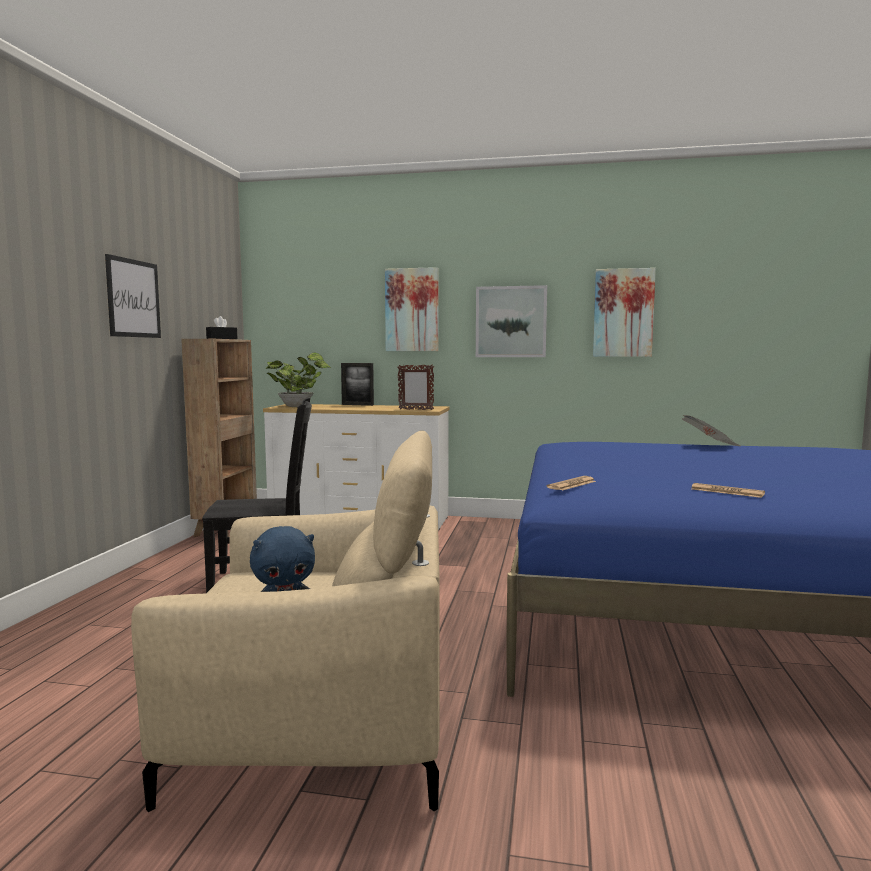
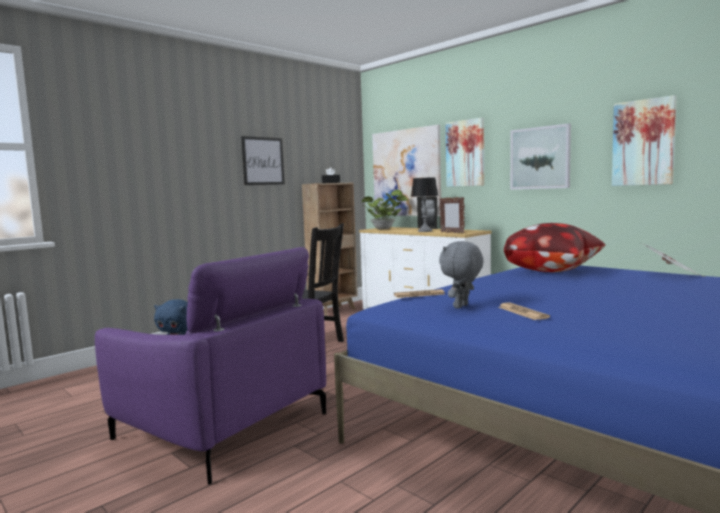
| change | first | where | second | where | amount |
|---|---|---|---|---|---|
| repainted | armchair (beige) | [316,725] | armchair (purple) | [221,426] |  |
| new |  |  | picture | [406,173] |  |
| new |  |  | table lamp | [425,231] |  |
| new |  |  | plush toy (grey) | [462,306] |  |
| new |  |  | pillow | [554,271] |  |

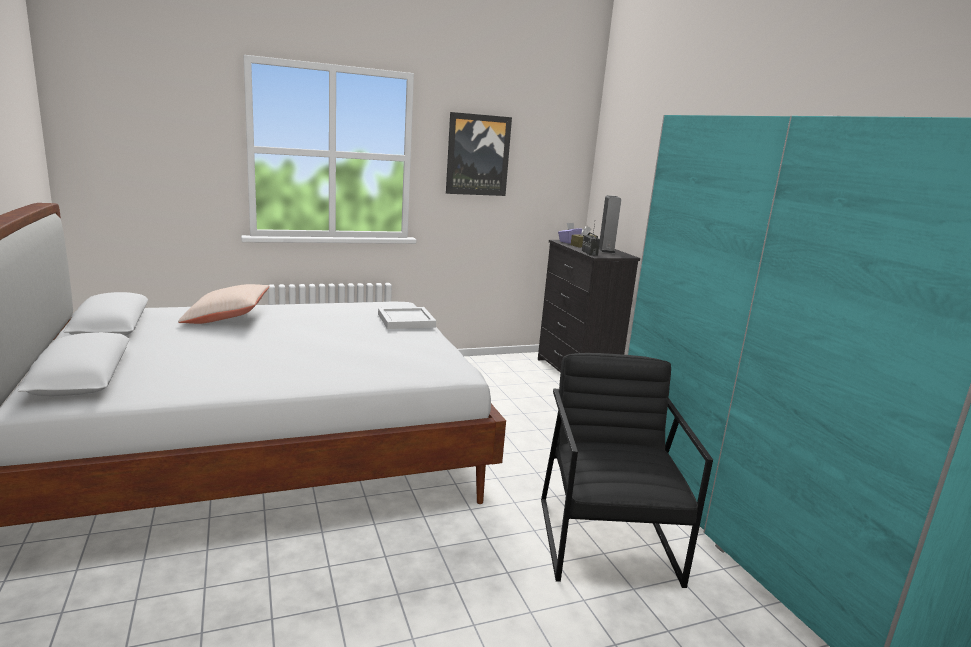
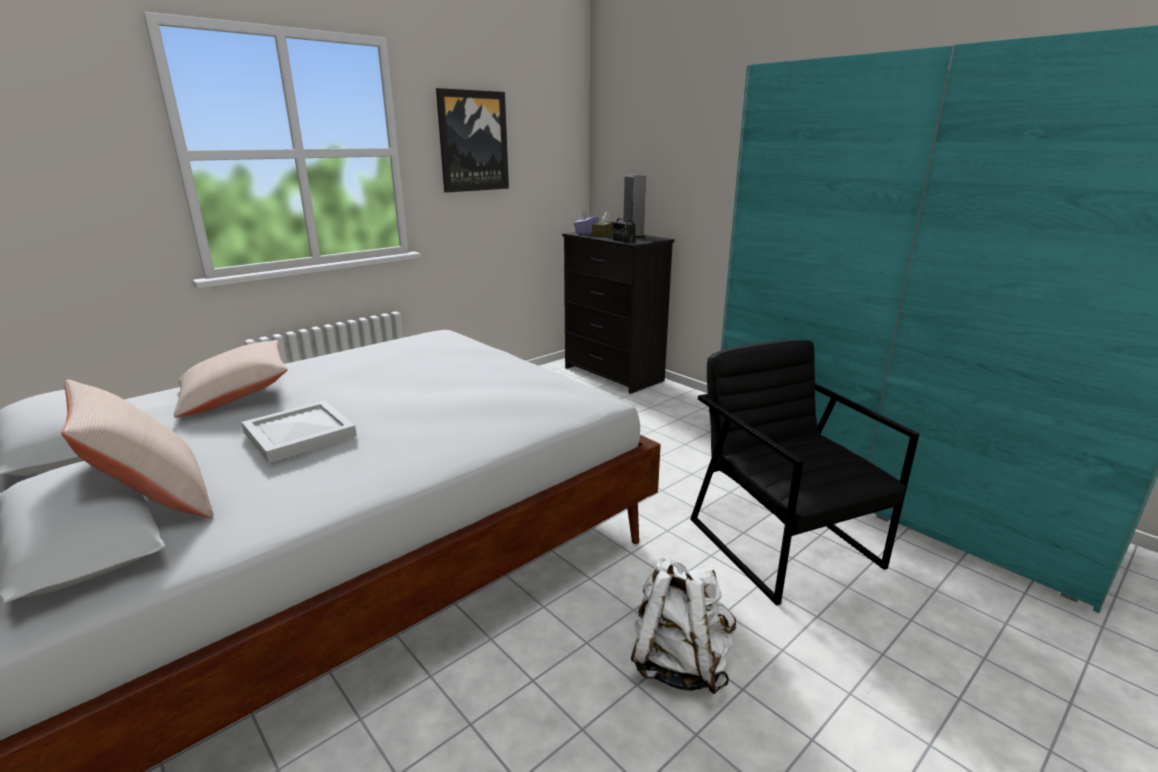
| change | first | where | second | where | amount |
|---|---|---|---|---|---|
| shifted | tray (white) | [405,320] |  | [298,434] |  |
| new |  |  | pillow (beige) | [154,500] |  |
| new |  |  | backpack (white) | [679,662] |  |

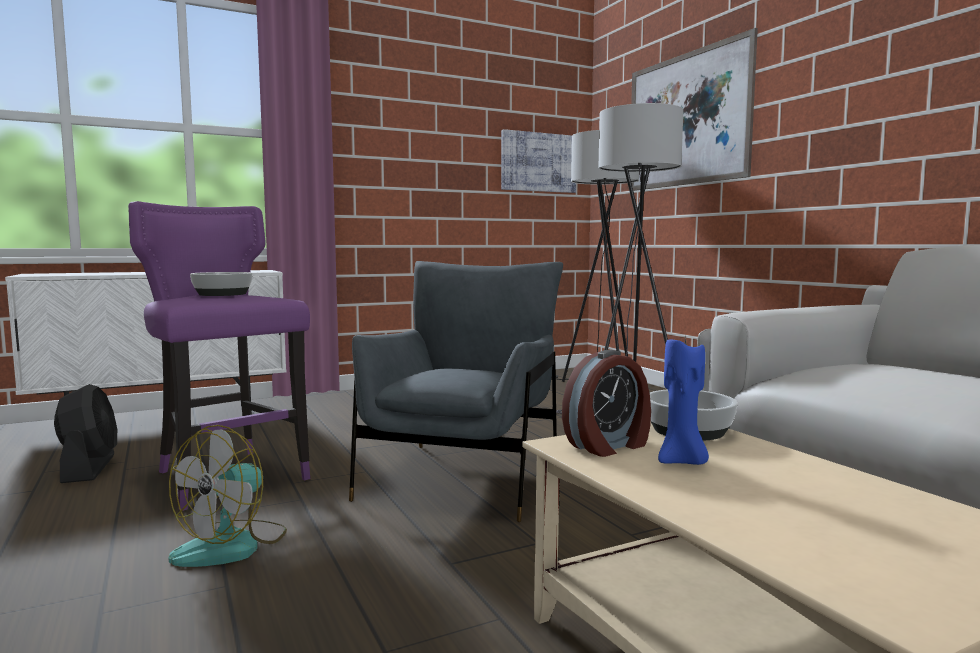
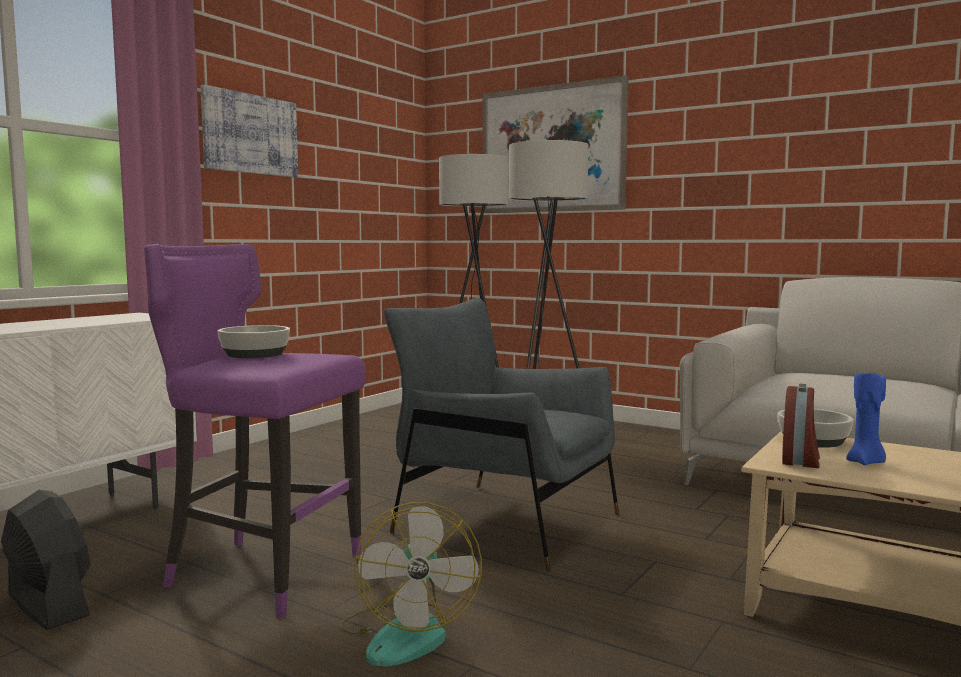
| change | first | where | second | where | amount |
|---|---|---|---|---|---|
| rotated | armchair (grey) | [463,478] |  | [505,522] | 45 degrees counterclockwise |
| shifted | picture | [538,162] |  | [250,134] |  |

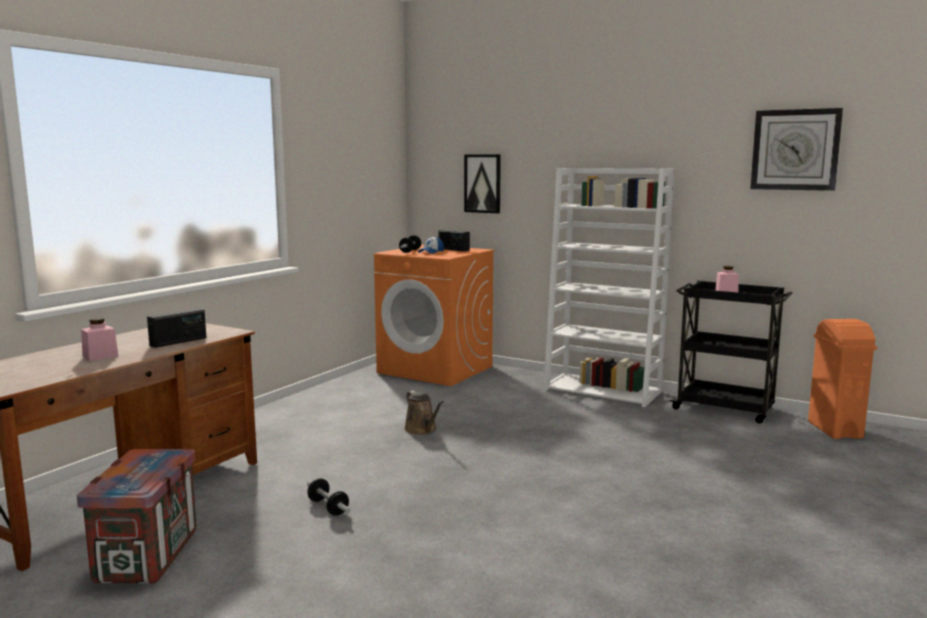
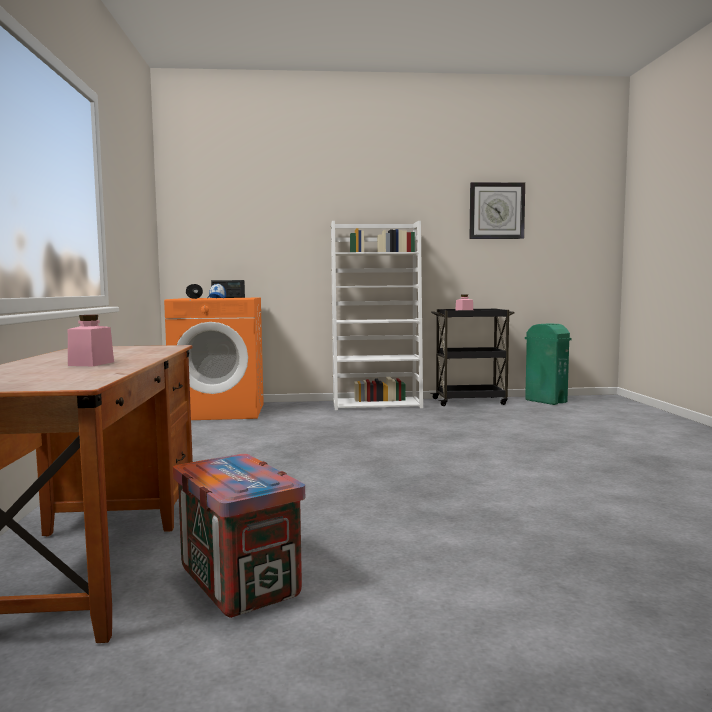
| change | first | where | second | where | amount |
|---|---|---|---|---|---|
| gone | radio | [178,342] |  |  |  |
| gone | dumbbell | [328,507] |  |  |  |
| gone | watering can (brown) | [422,430] |  |  |  |
| gone | picture | [483,183] |  |  |  |
| repainted | trash can (orange) | [834,429] | trash can (green) | [545,401] |  |

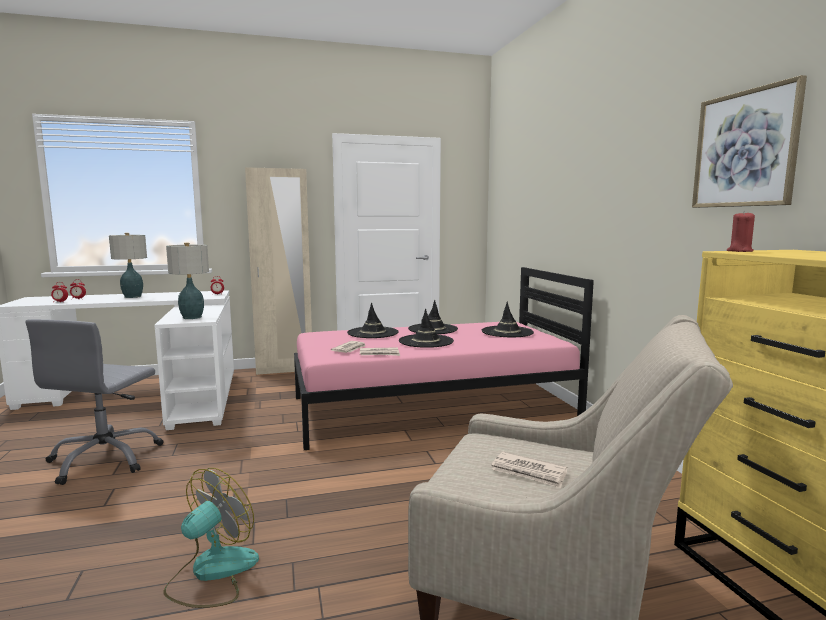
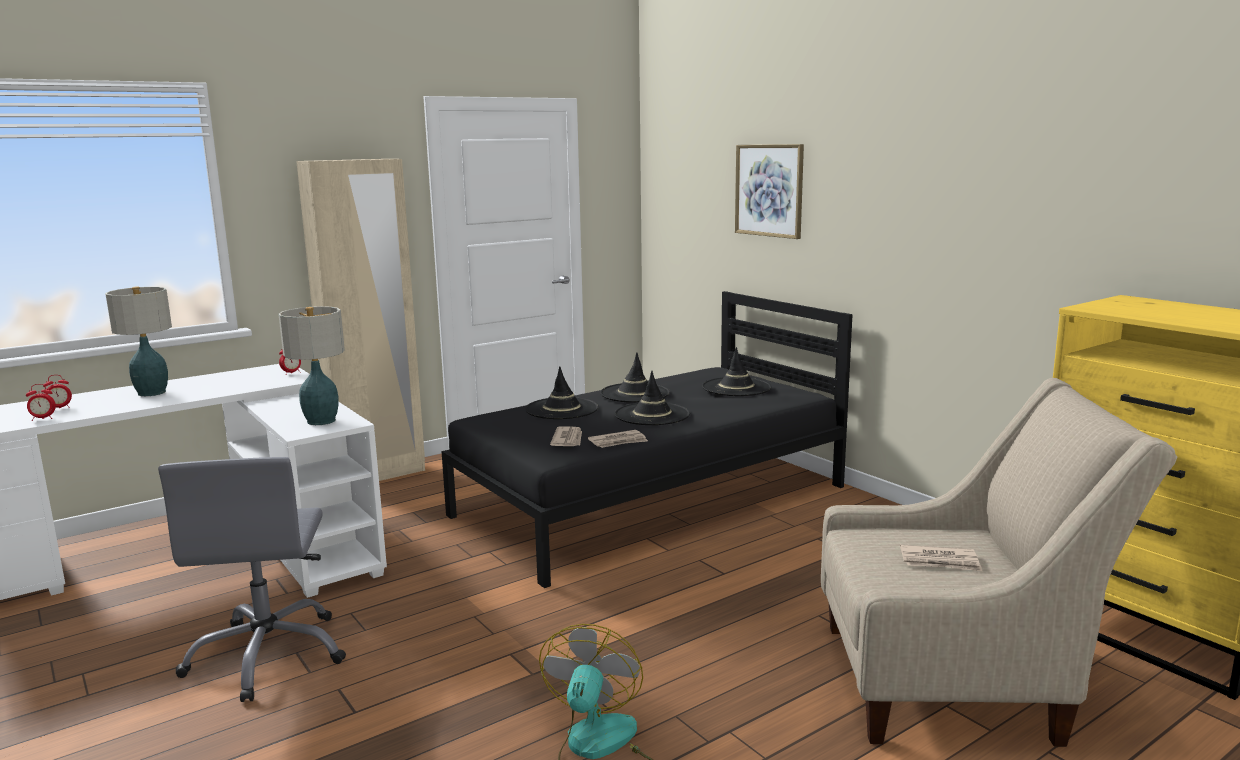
| change | first | where | second | where | amount |
|---|---|---|---|---|---|
| repainted | bed (pink) | [432,407] | bed (black) | [651,501] |  |
| shifted | picture | [745,149] |  | [769,190] |  |
| gone | candle (red) | [739,251] |  |  |  |

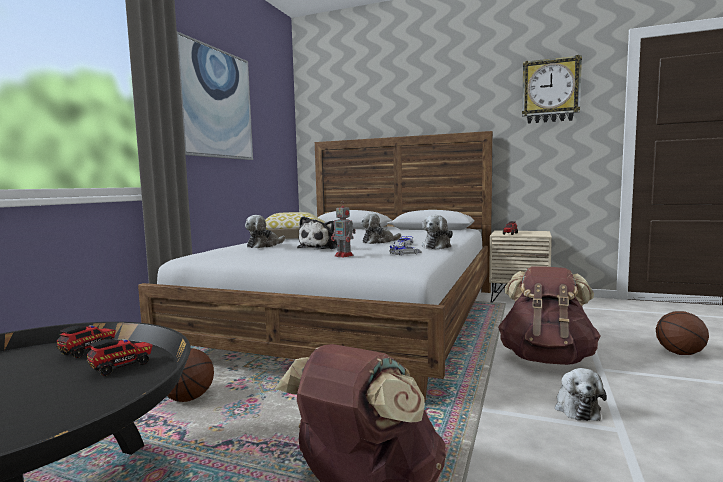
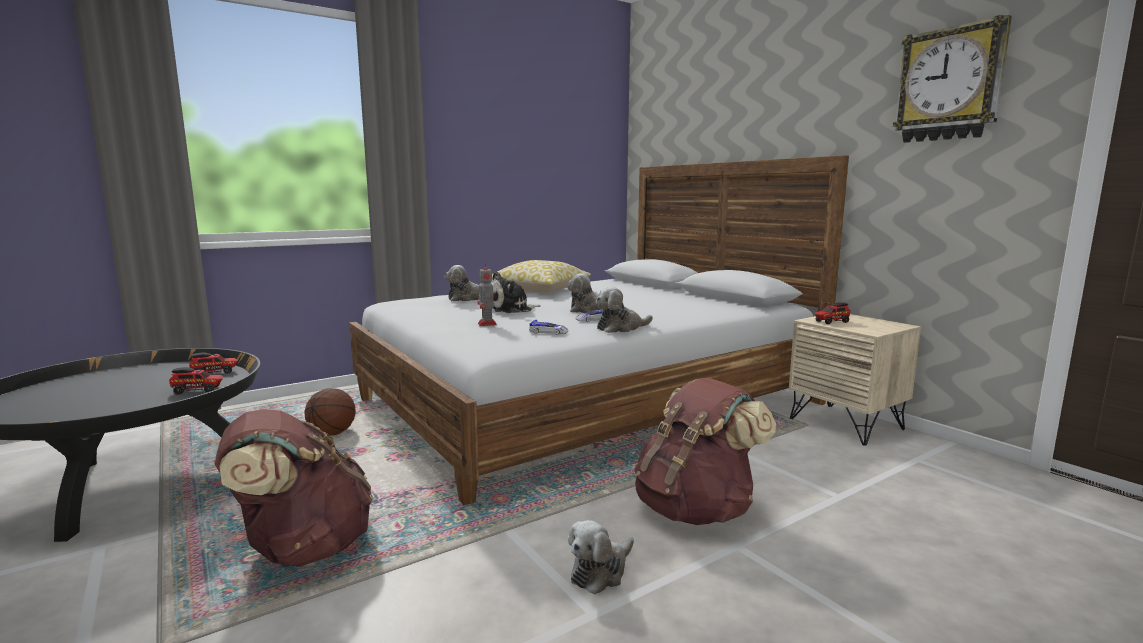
| change | first | where | second | where | amount |
|---|---|---|---|---|---|
| gone | picture | [215,103] |  |  |  |
| gone | basketball | [680,353] |  |  |  |

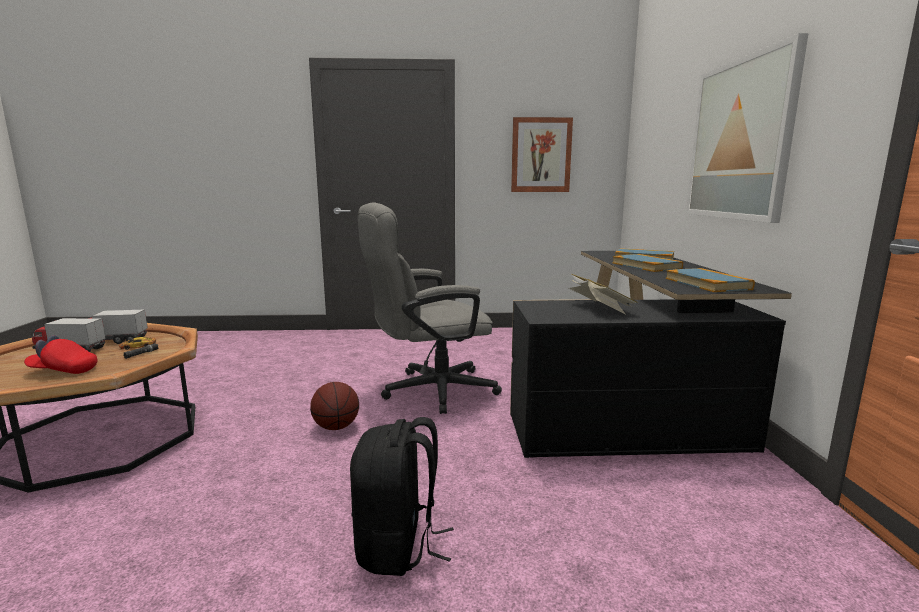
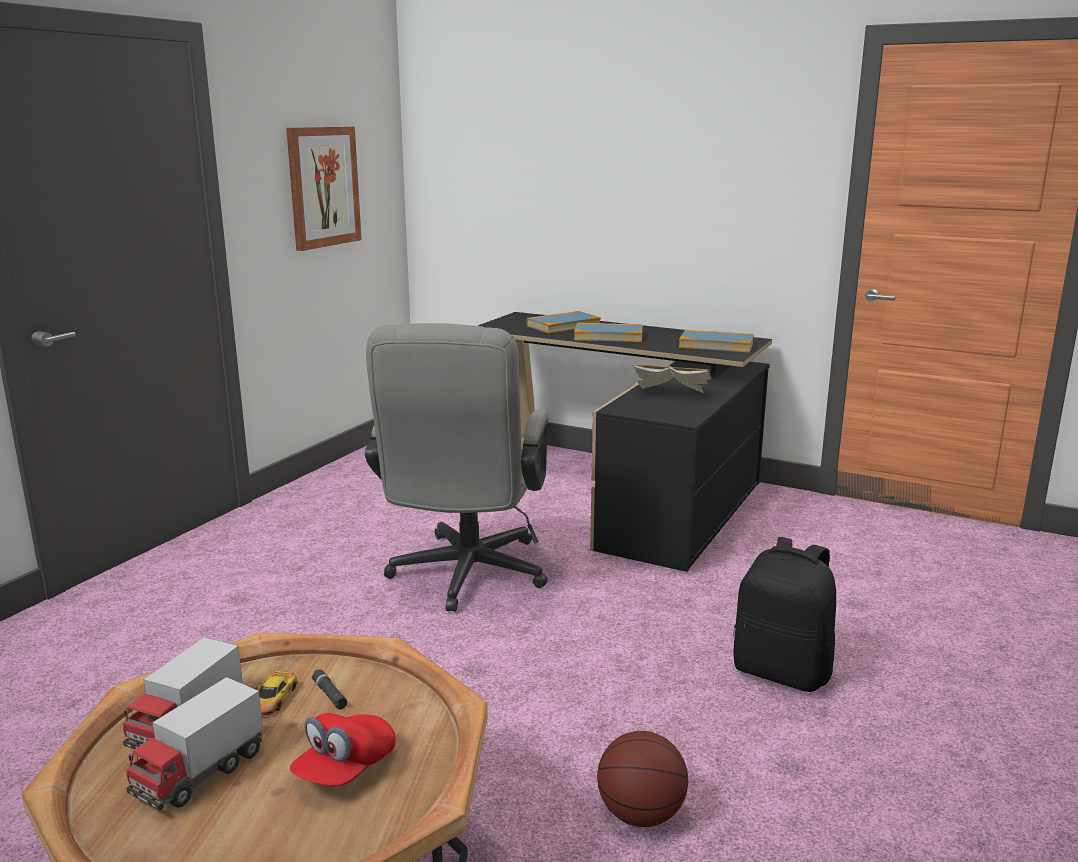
| change | first | where | second | where | amount |
|---|---|---|---|---|---|
| shifted | basketball | [336,427] |  | [641,815] |  |
| gone | picture | [739,140] |  |  |  |

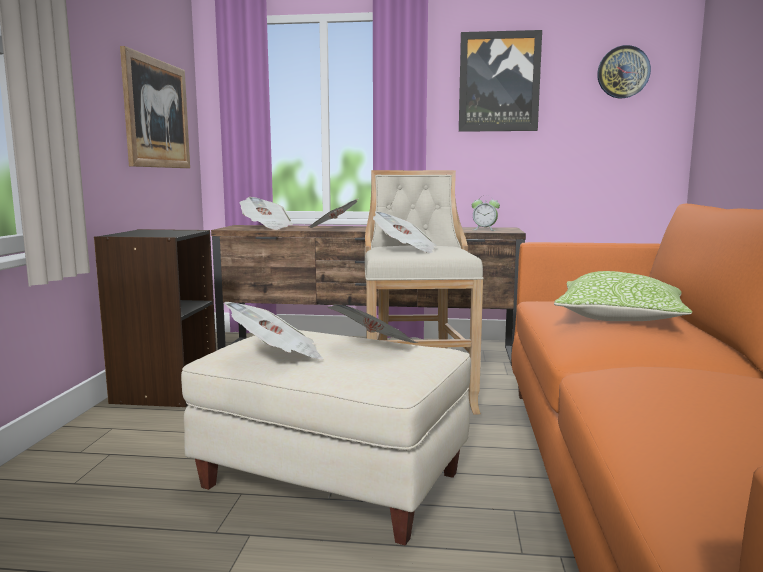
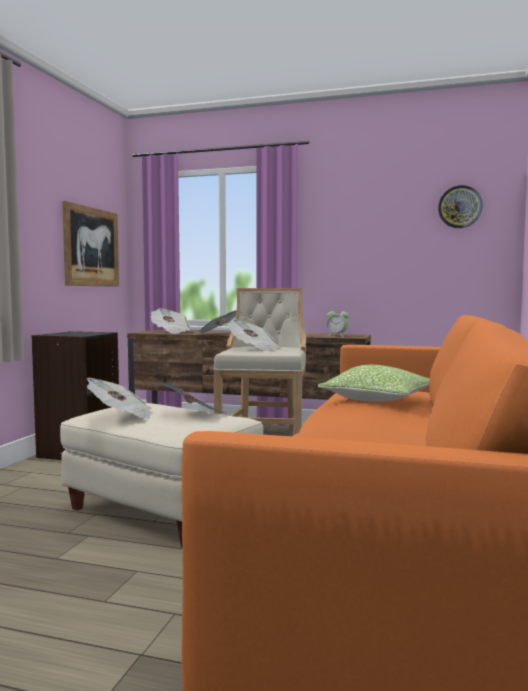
| change | first | where | second | where | amount |
|---|---|---|---|---|---|
| gone | picture | [499,82] |  |  |  |

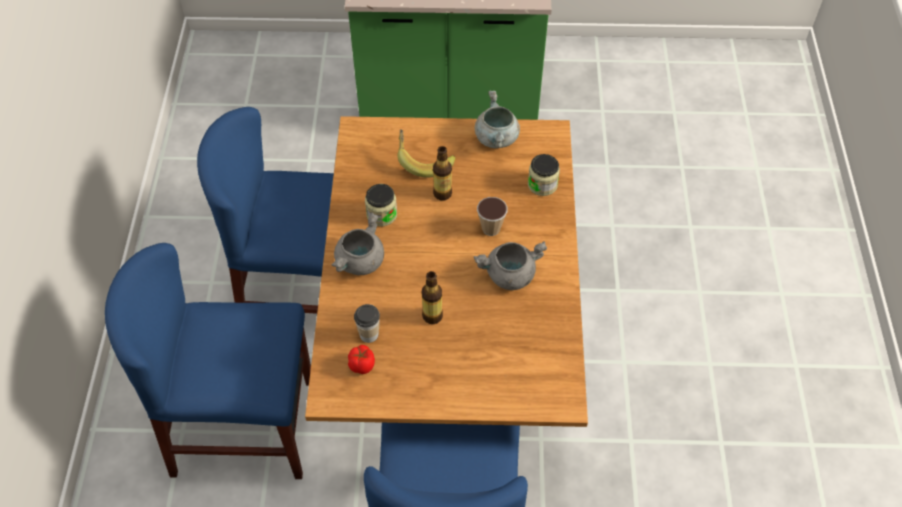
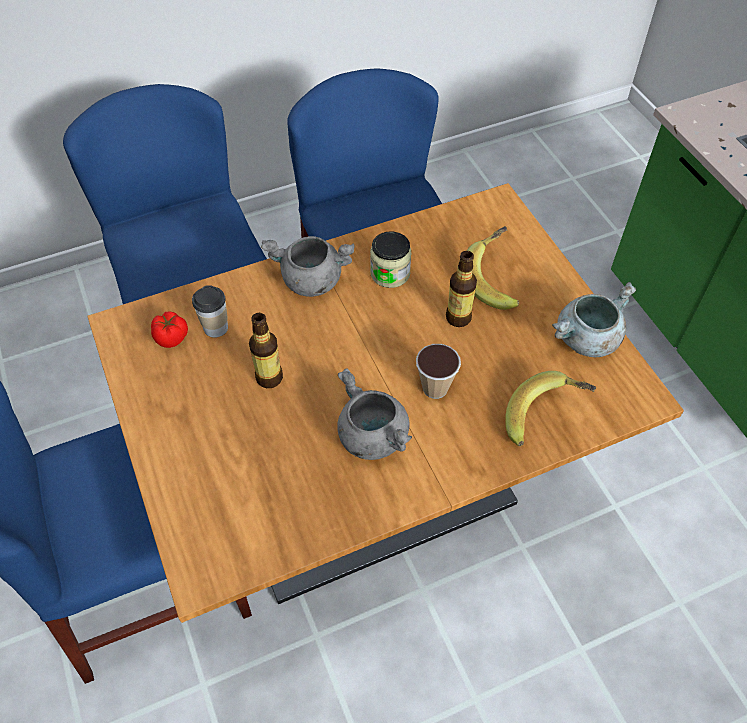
| change | first | where | second | where | amount |
|---|---|---|---|---|---|
| swapped | jar | [542,185] | banana | [545,419] |  |

